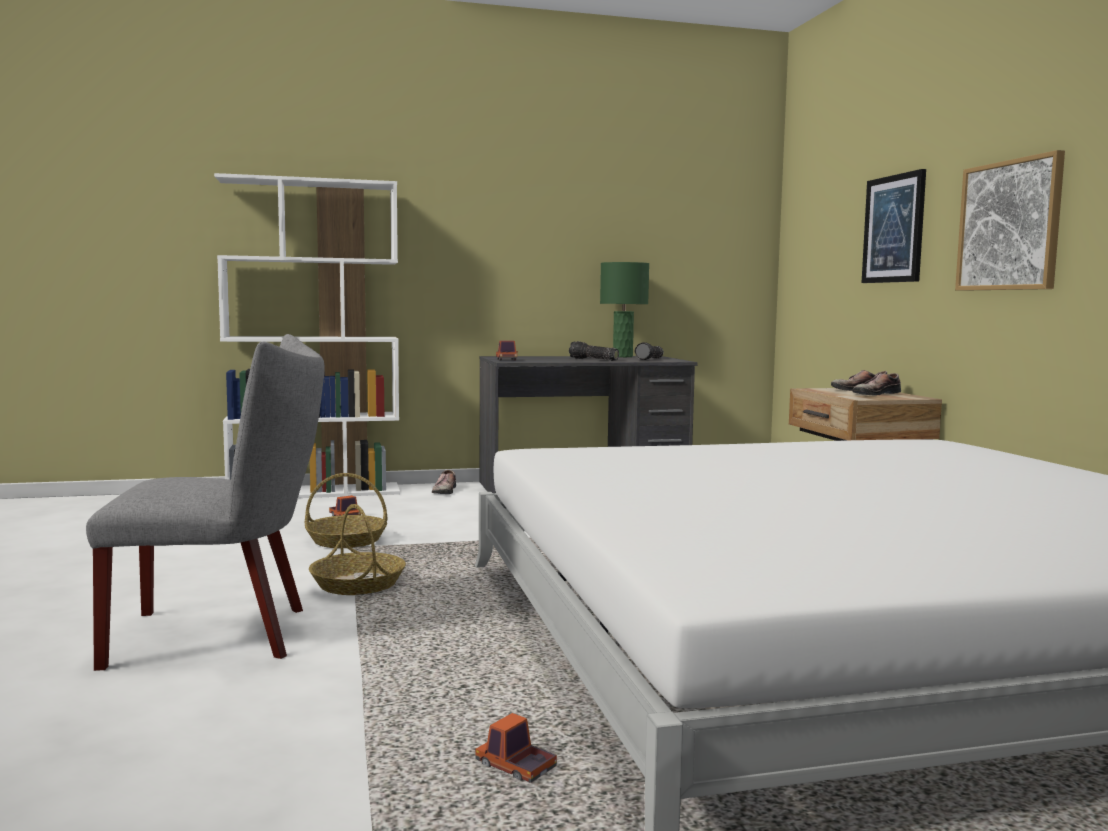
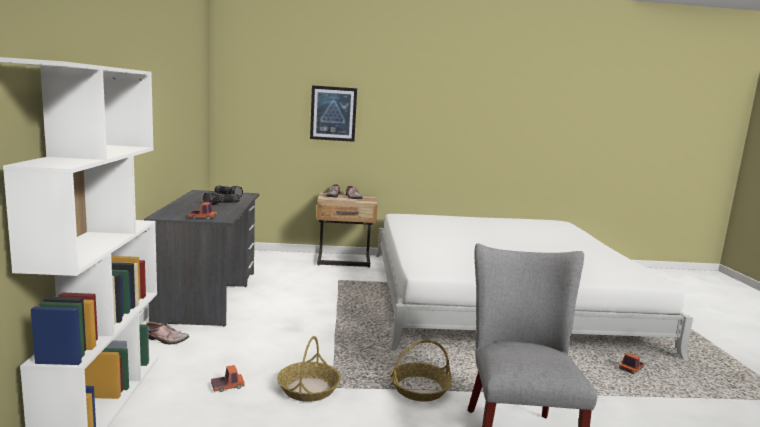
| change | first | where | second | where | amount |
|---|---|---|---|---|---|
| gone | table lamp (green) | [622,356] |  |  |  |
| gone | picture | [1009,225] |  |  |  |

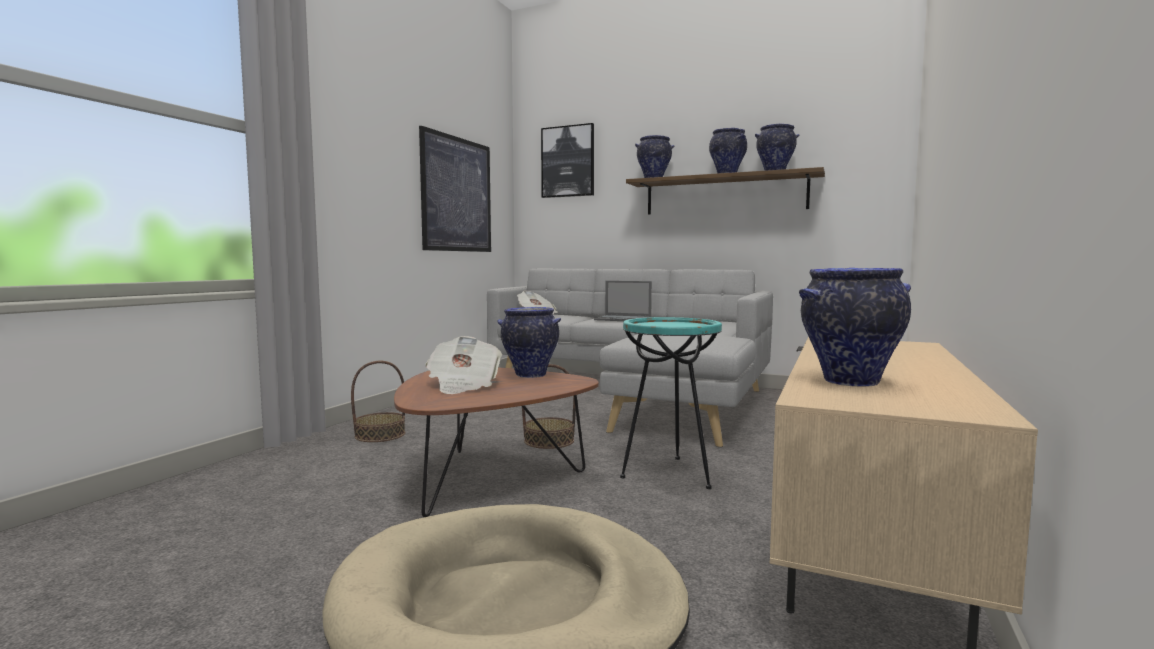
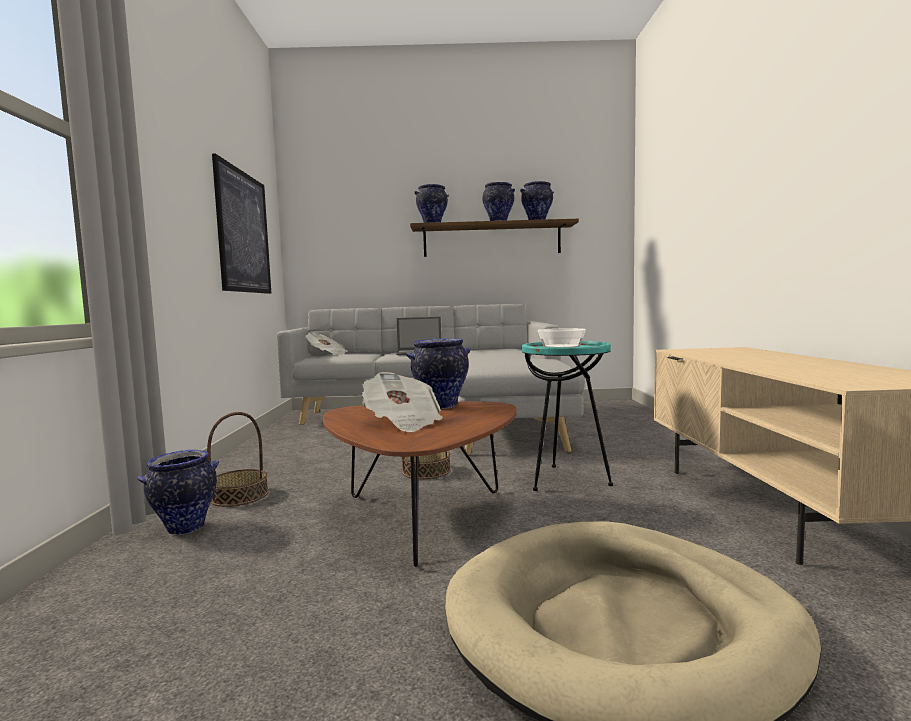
| change | first | where | second | where | amount |
|---|---|---|---|---|---|
| gone | picture | [568,161] |  |  |  |
| shifted | vase | [849,382] |  | [184,529] |  |
| new |  |  | bowl | [561,346] |  |

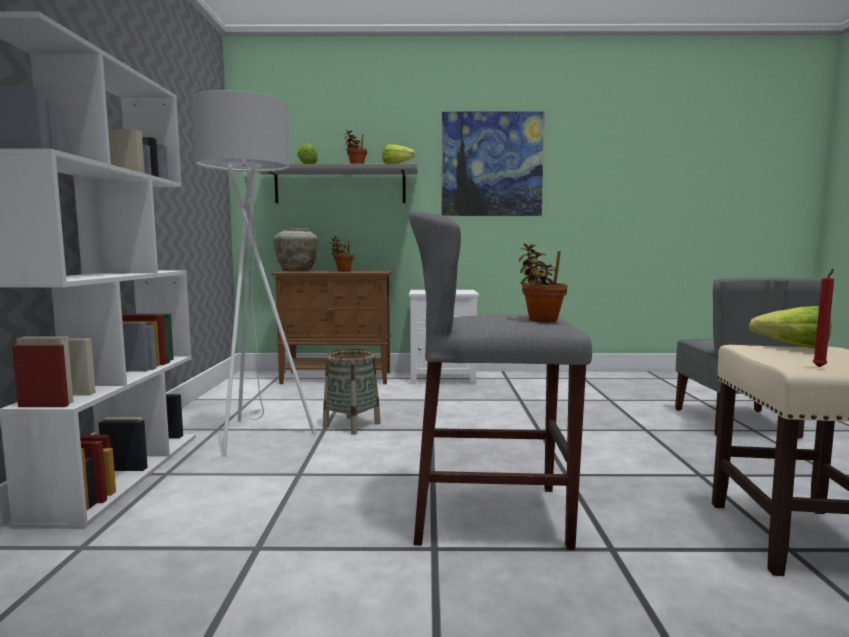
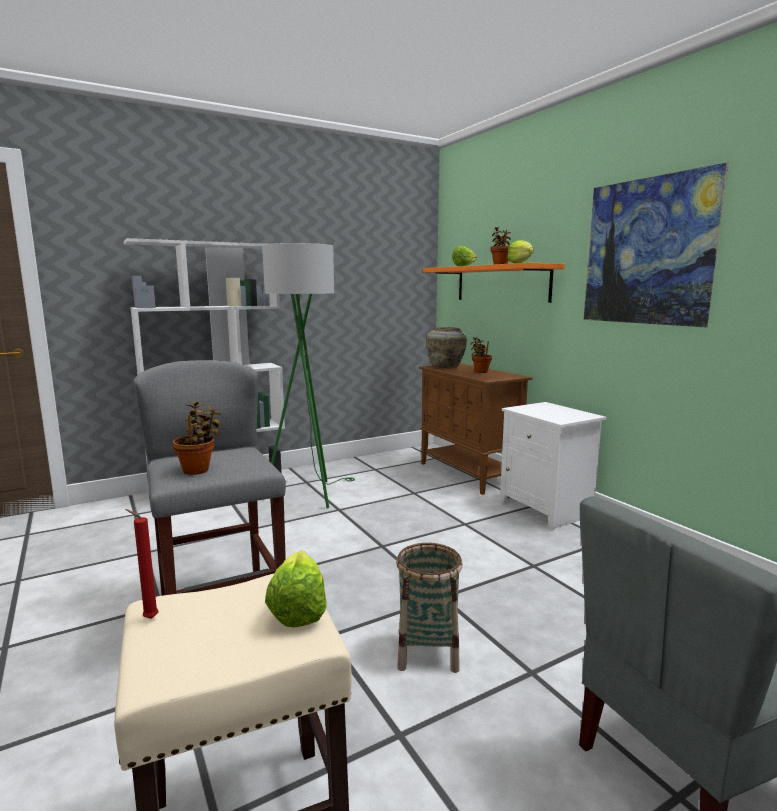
| change | first | where | second | where | amount |
|---|---|---|---|---|---|
| repainted | floor lamp (white) | [255,433] | floor lamp (green) | [308,494] |  |
| repainted | shelf (grey) | [340,186] | shelf (orange) | [501,283] |  |
| shifted | basket | [351,425] |  | [427,651] |  |

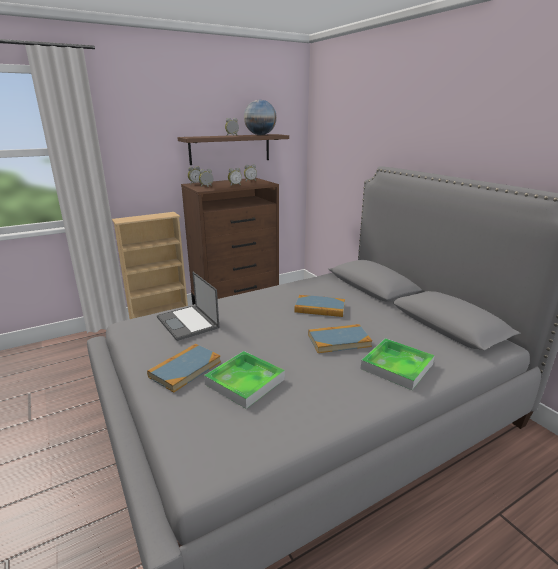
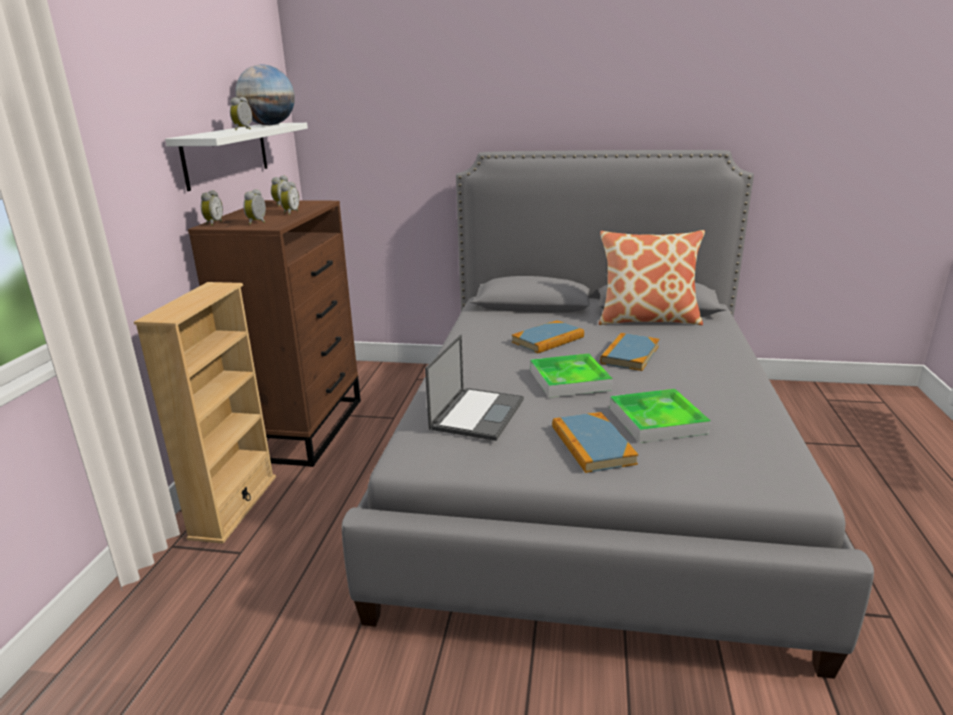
| change | first | where | second | where | amount |
|---|---|---|---|---|---|
| rotated | laptop | [188,323] |  | [477,413] | 75 degrees counterclockwise |
| repainted | shelf (brown) | [230,149] | shelf (white) | [226,154] |  |
| shifted | tray | [397,366] |  | [569,380] |  |
| new |  |  | pillow | [647,319] |  |

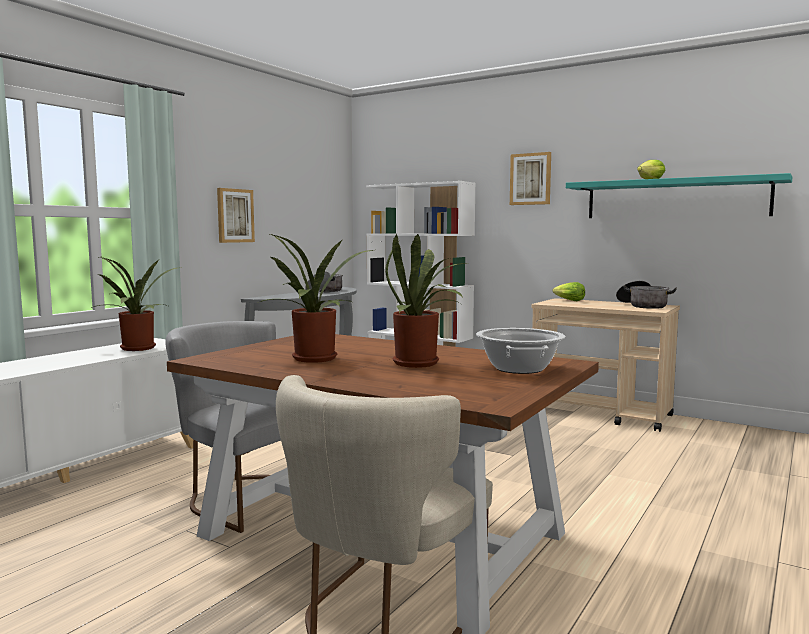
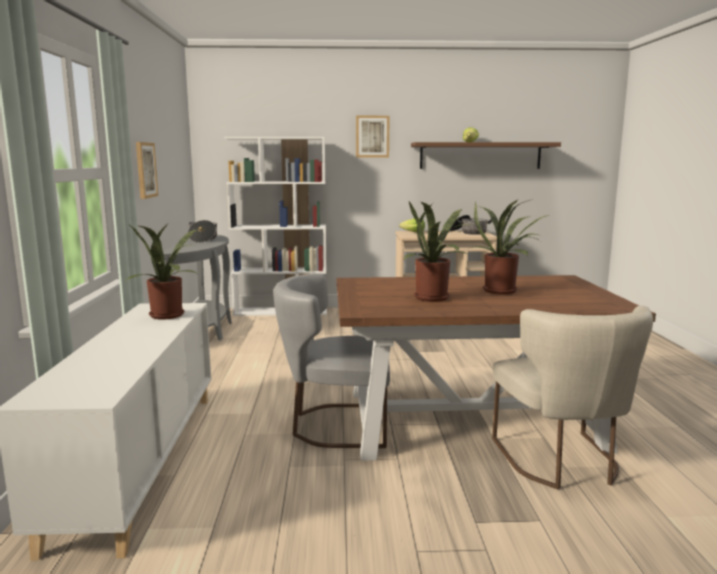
| change | first | where | second | where | amount |
|---|---|---|---|---|---|
| gone | cooking pot | [519,368] |  |  |  |
| repainted | shelf (turquoise) | [675,199] | shelf (brown) | [480,155] |  |

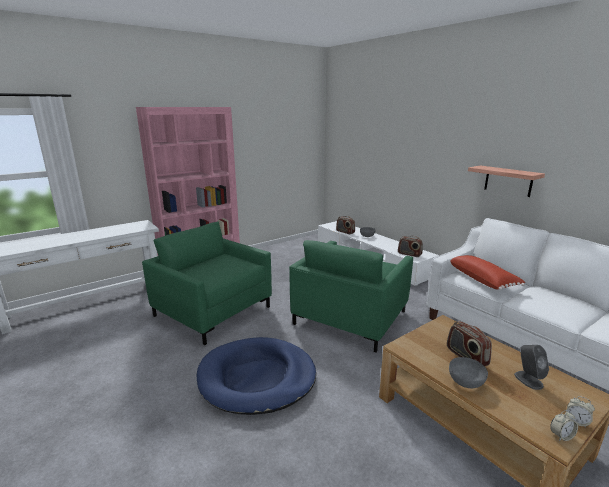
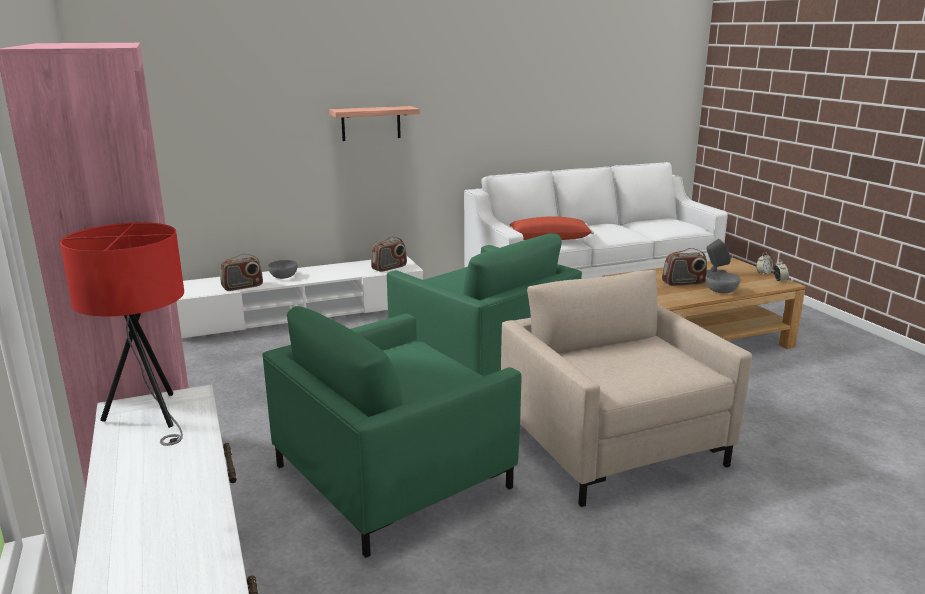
| change | first | where | second | where | amount |
|---|---|---|---|---|---|
| swapped | dog bed (blue) | [257,378] | armchair (beige) | [612,444] |  |
| shifted | shelf | [508,181] |  | [371,123] |  |
| new |  |  | table lamp (red) | [150,417] |  |

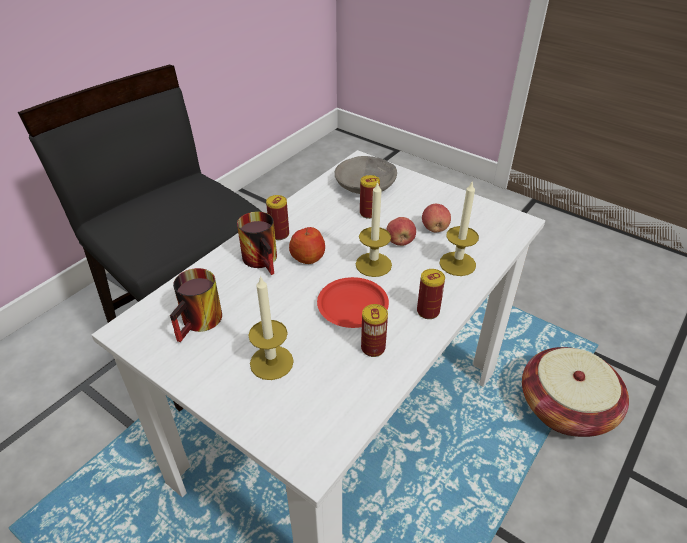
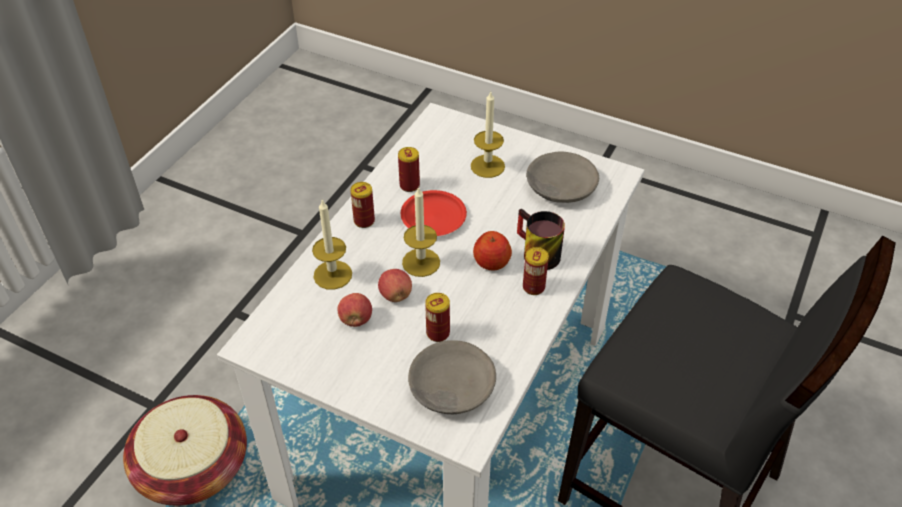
| change | first | where | second | where | amount |
|---|---|---|---|---|---|
| swapped | mug | [201,323] | bowl (grey) | [560,187] |  |

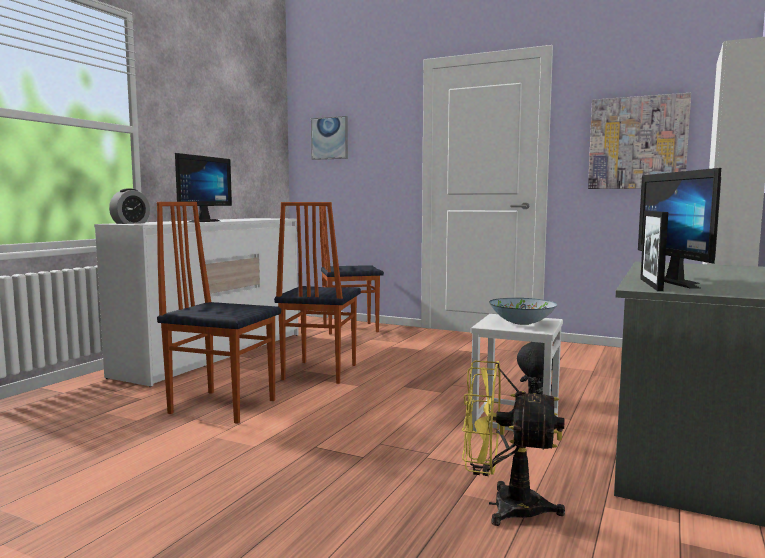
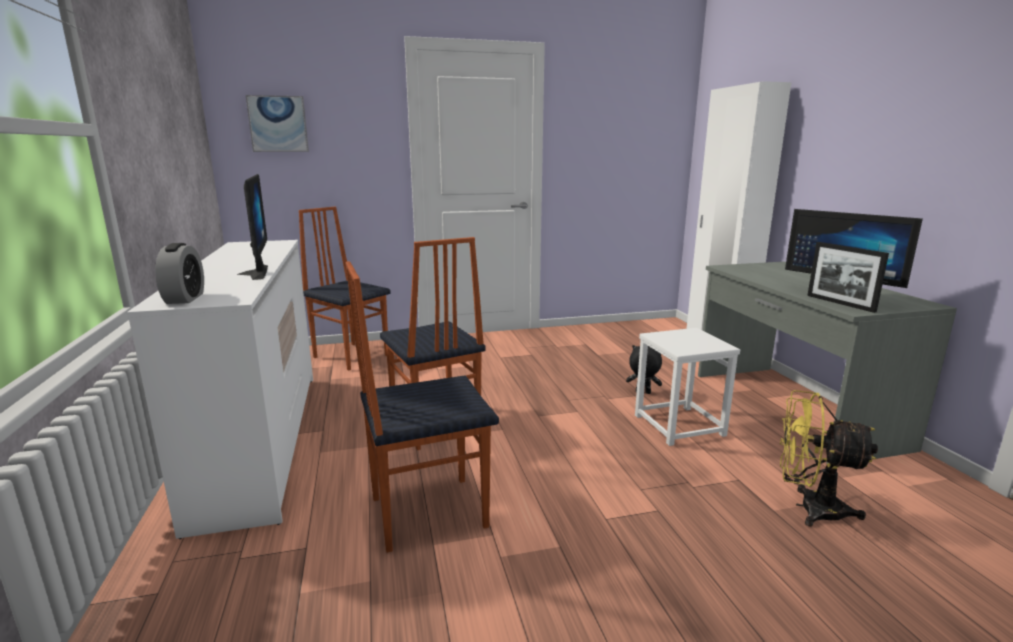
| change | first | where | second | where | amount |
|---|---|---|---|---|---|
| rotated | chair | [349,328] |  | [351,356] | 90 degrees clockwise |
| rotated | fan (yellow) | [504,506] |  | [809,508] | 45 degrees clockwise |
| gone | bowl | [522,323] |  |  |  |
| gone | picture | [637,143] |  |  |  |

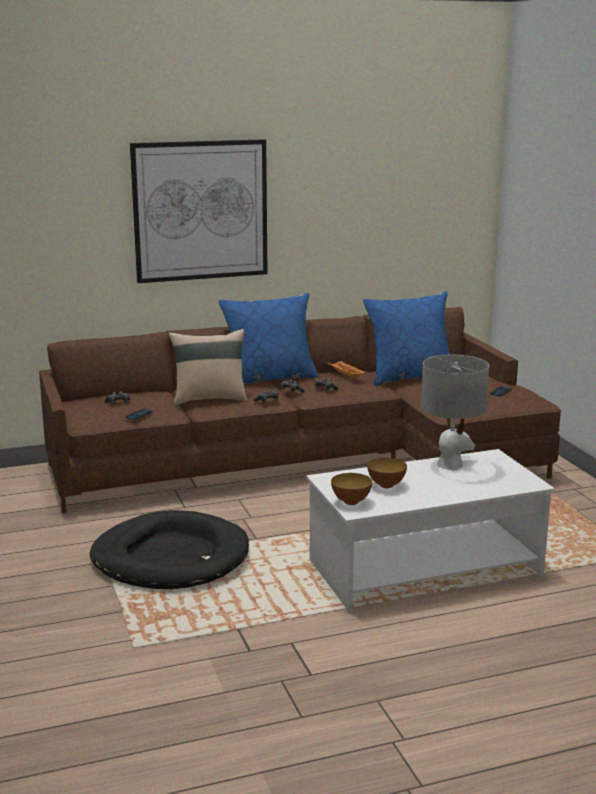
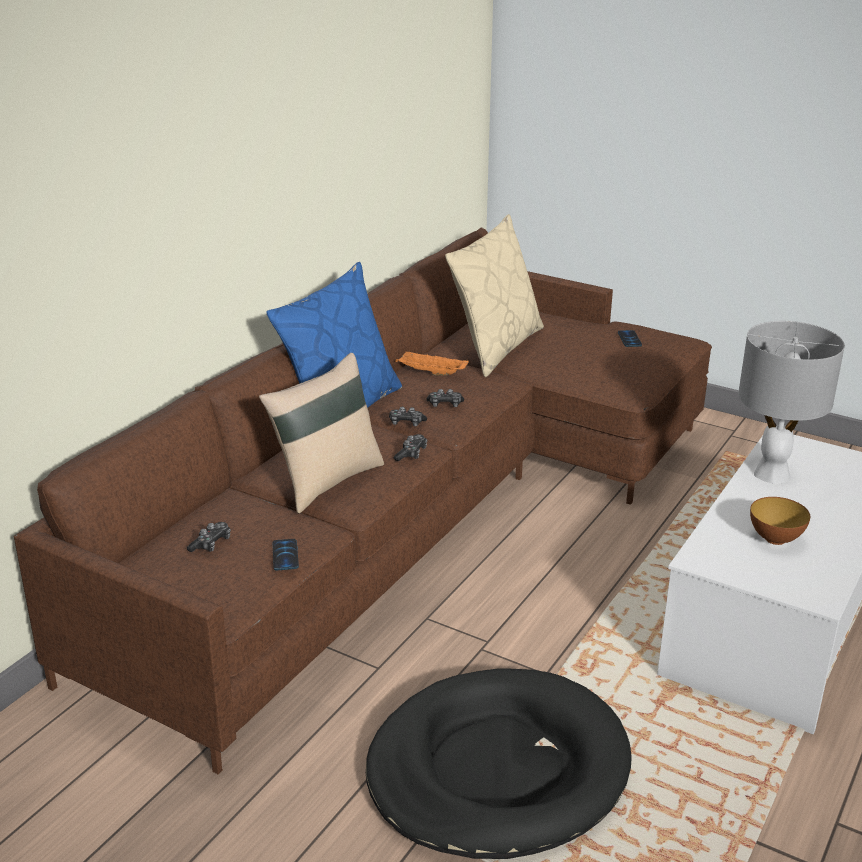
| change | first | where | second | where | amount |
|---|---|---|---|---|---|
| gone | picture | [200,210] |  |  |  |
| gone | bowl | [351,502] |  |  |  |
| repainted | pillow (blue) | [409,376] | pillow (beige) | [495,347] |  |

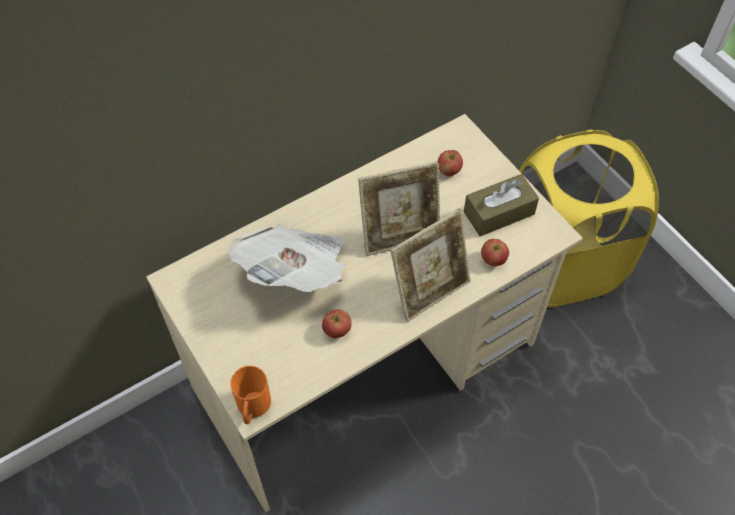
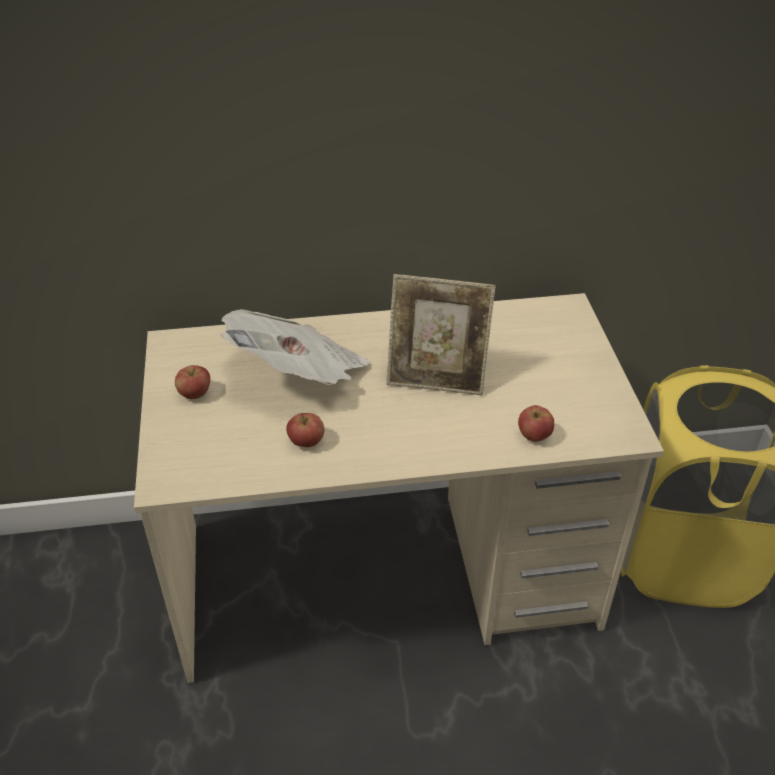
| change | first | where | second | where | amount |
|---|---|---|---|---|---|
| gone | mug (orange) | [253,409] |  |  |  |
| gone | picture frame | [429,290] |  |  |  |
| shifted | apple | [448,170] |  | [195,394] |  |
| gone | tissue box (brown) | [499,213] |  |  |  |

